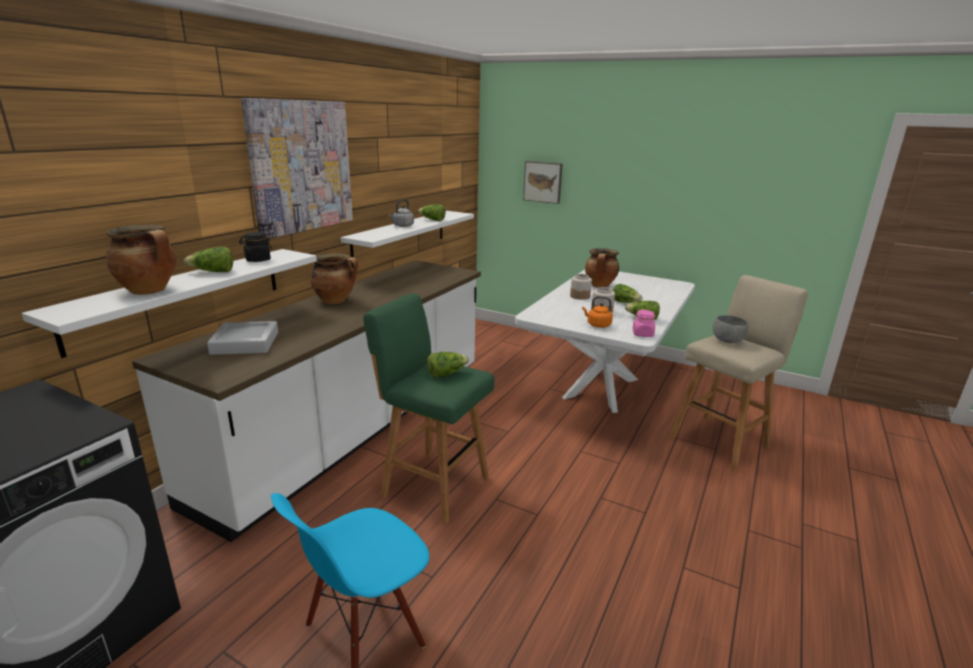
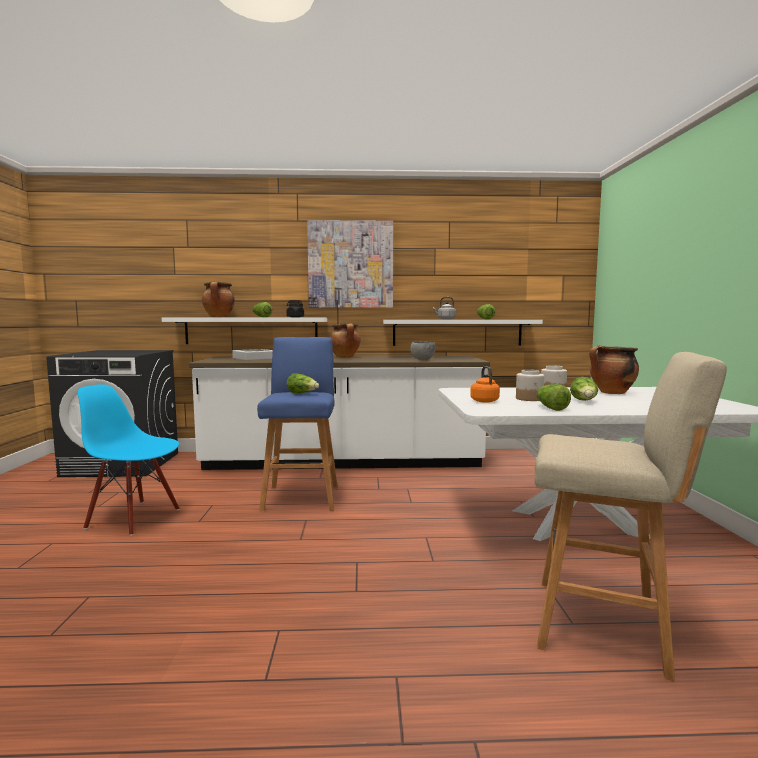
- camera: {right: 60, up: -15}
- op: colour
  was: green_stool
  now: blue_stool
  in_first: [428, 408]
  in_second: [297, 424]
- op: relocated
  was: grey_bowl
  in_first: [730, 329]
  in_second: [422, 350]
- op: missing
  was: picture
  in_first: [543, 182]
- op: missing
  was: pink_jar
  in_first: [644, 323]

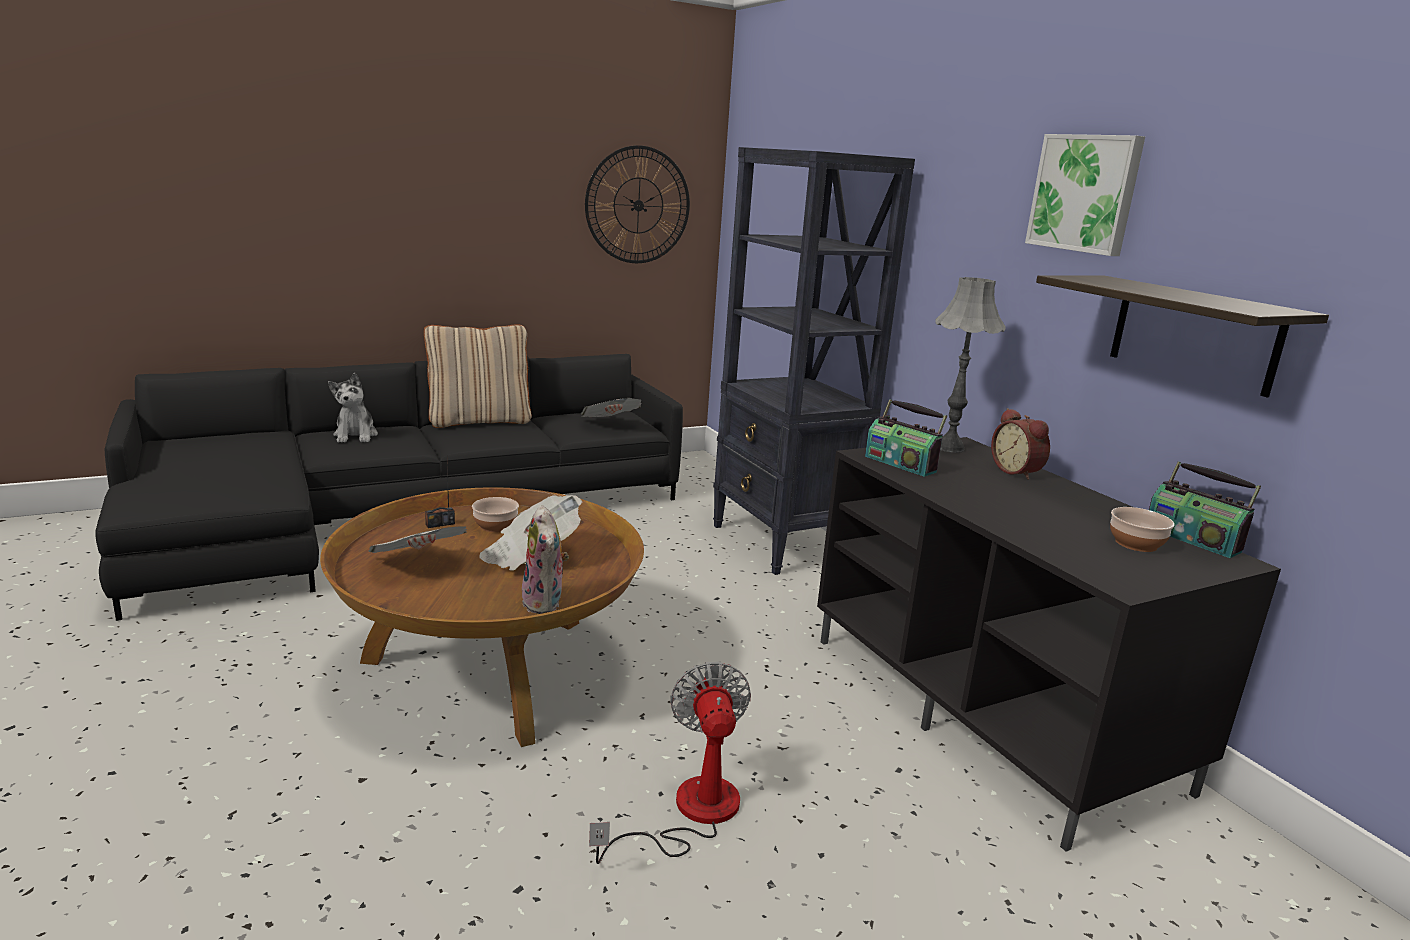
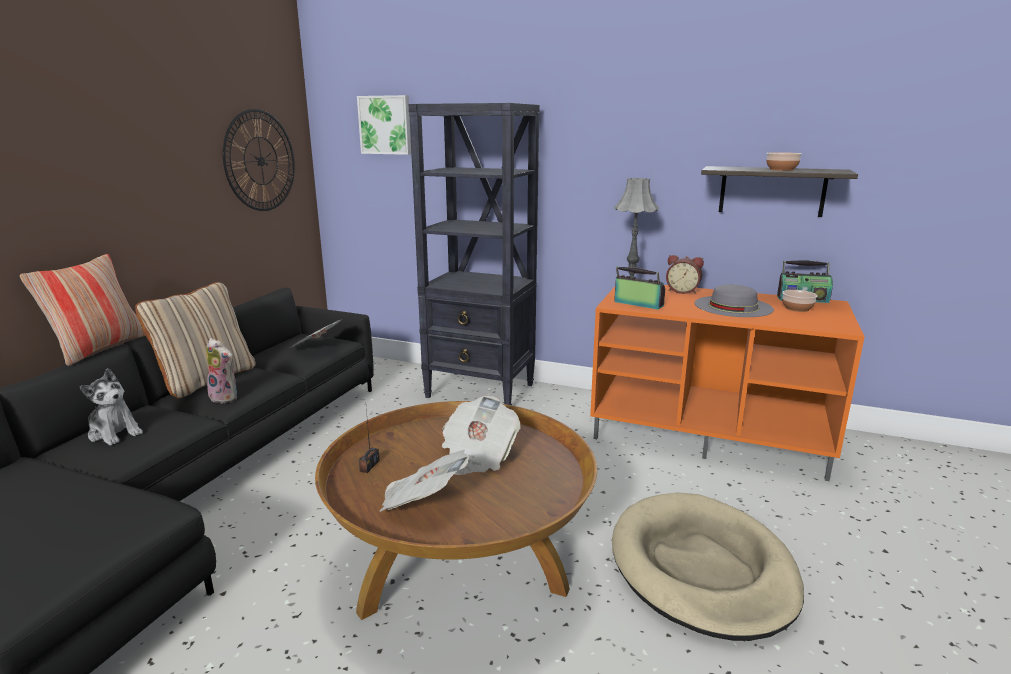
- camera: {right: -40, up: 0}
- op: appeared
  now: pillow
  in_second: [83, 310]
- op: relocated
  was: plush_toy
  in_first: [545, 559]
  in_second: [221, 371]
- op: relocated
  was: picture
  in_first: [1085, 195]
  in_second: [384, 125]
- op: colour
  was: black_tv_stand
  now: orange_tv_stand
  in_first: [1049, 644]
  in_second: [727, 383]
- op: exchanged
  was: fan
  now: beige_dog_bed
  in_first: [670, 763]
  in_second: [708, 566]
- op: spun
  was: radio
  in_first: [906, 438]
  in_second: [639, 288]
  clockwise: -150
- op: appeared
  now: grey_hat
  in_second: [734, 300]
- op: relocated
  was: bowl
  in_first: [495, 514]
  in_second: [784, 161]

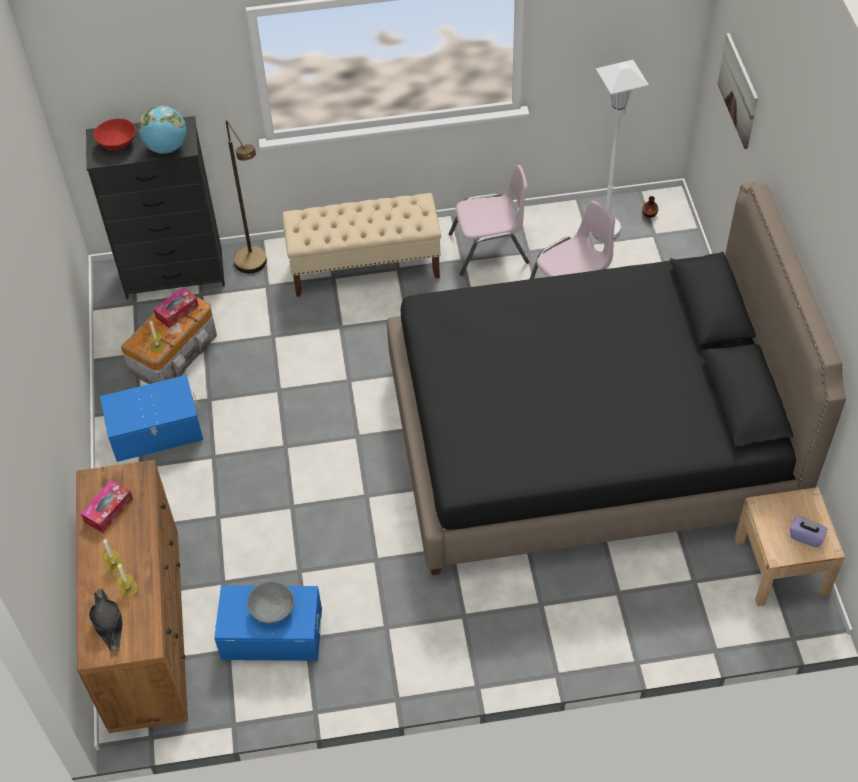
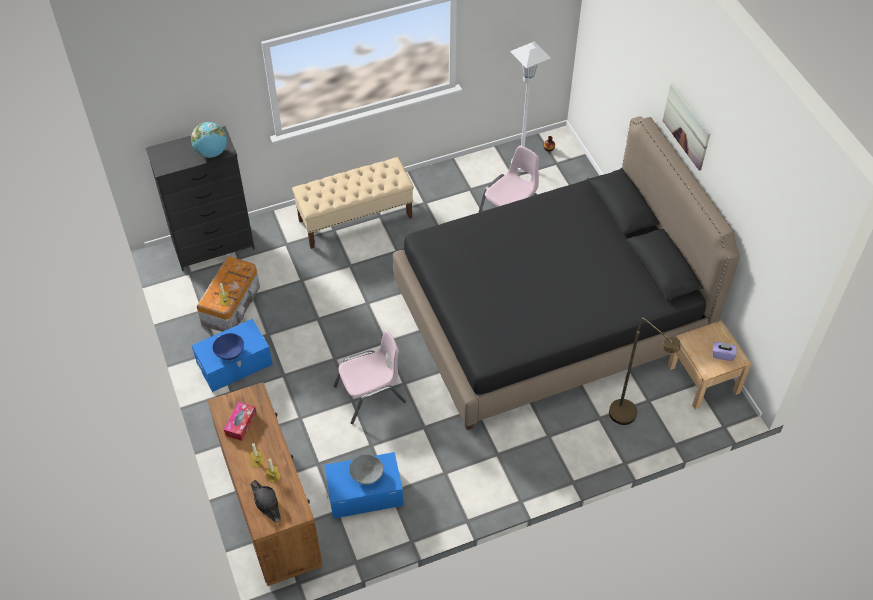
- camera: {right: -15, up: 0}
- op: appeared
  now: blue_bowl
  in_second: [228, 346]
- op: relocated
  was: pink_chair
  in_first: [489, 220]
  in_second: [370, 377]
- op: relocated
  was: brown_floor_lamp
  in_first: [246, 196]
  in_second: [644, 371]
- op: relocated
  was: picture
  in_first: [738, 91]
  in_second: [686, 127]
- op: missing
  was: red_bowl
  in_first: [115, 134]
- op: missing
  was: tissue_box
  in_first: [176, 307]

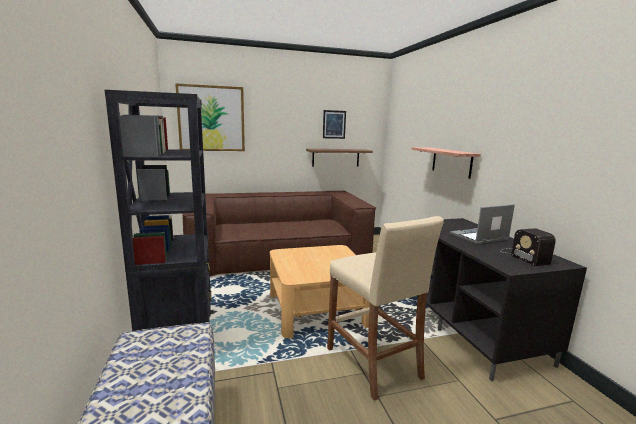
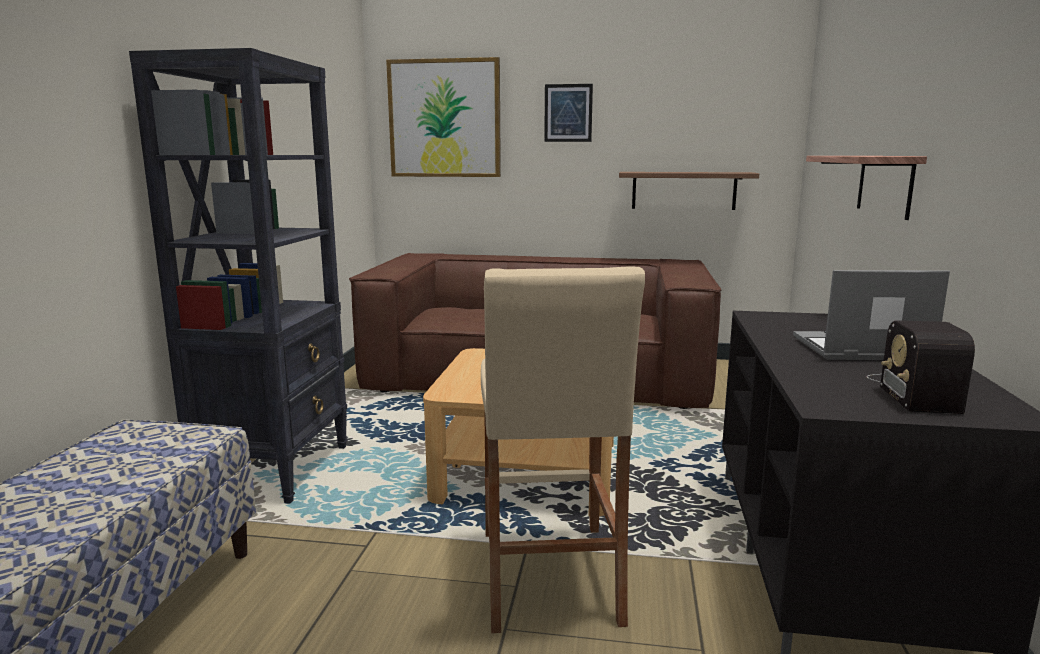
- camera: {right: 25, up: 0}
- op: relocated
  was: picture
  in_first: [334, 124]
  in_second: [568, 113]

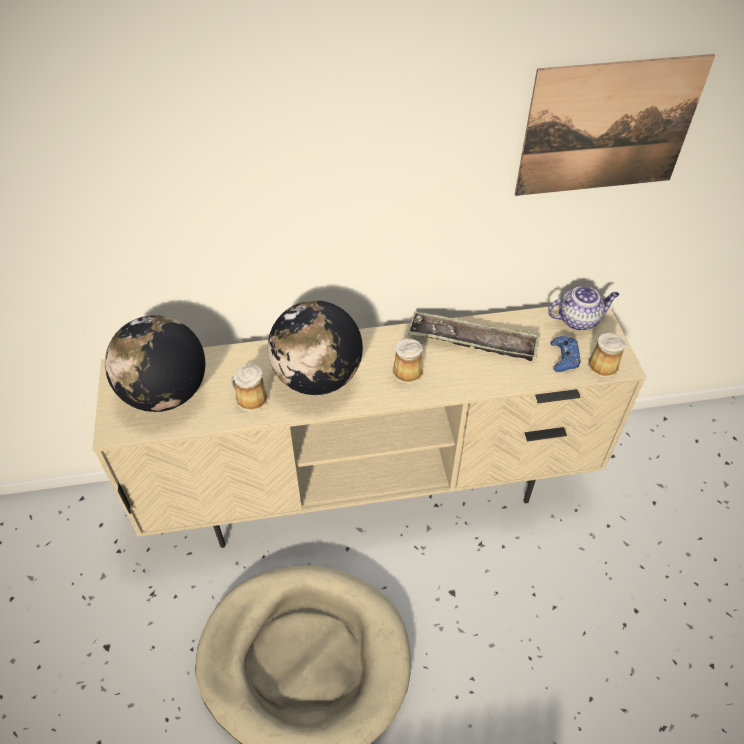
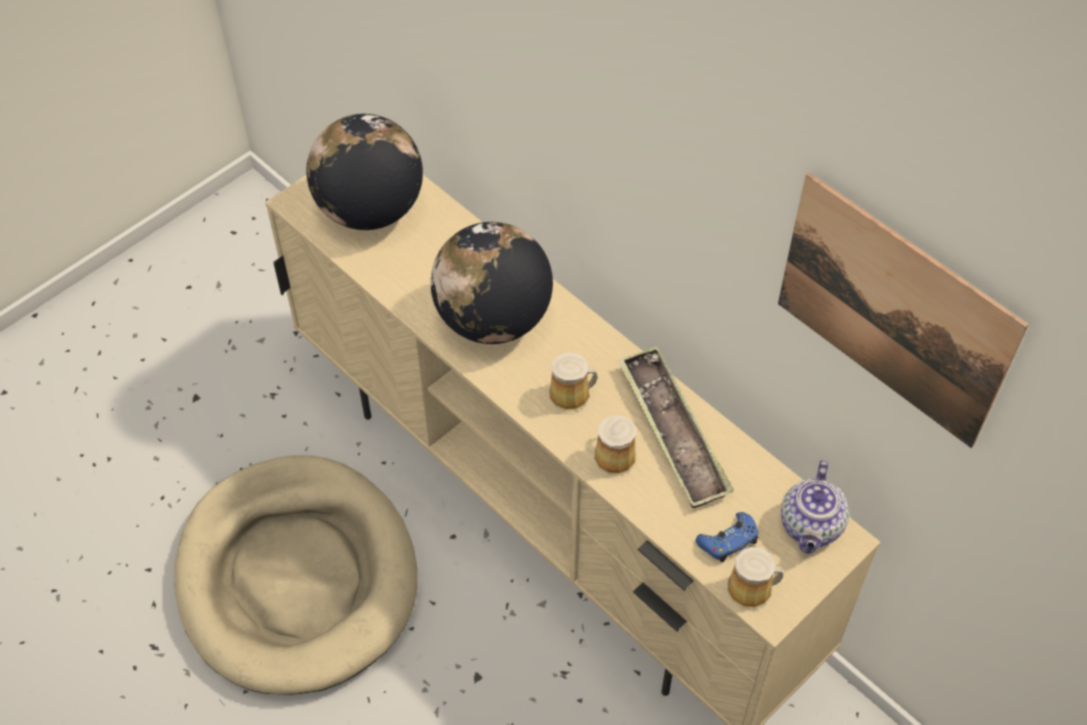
- camera: {right: 55, up: 5}
- op: relocated
  was: mug
  in_first: [250, 388]
  in_second: [615, 445]
- op: spun
  was: teapot
  in_first: [583, 308]
  in_second: [815, 507]
  clockwise: 60

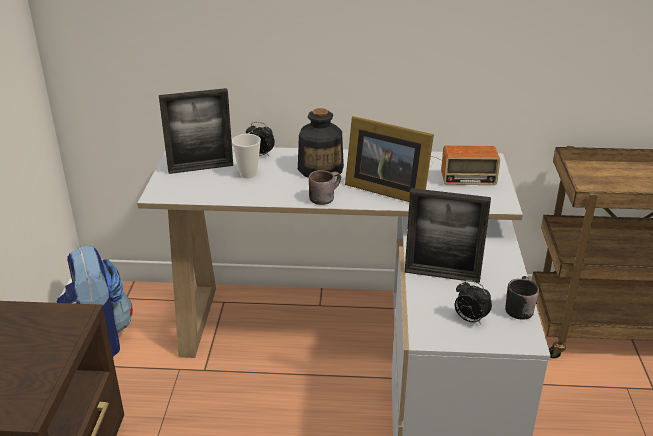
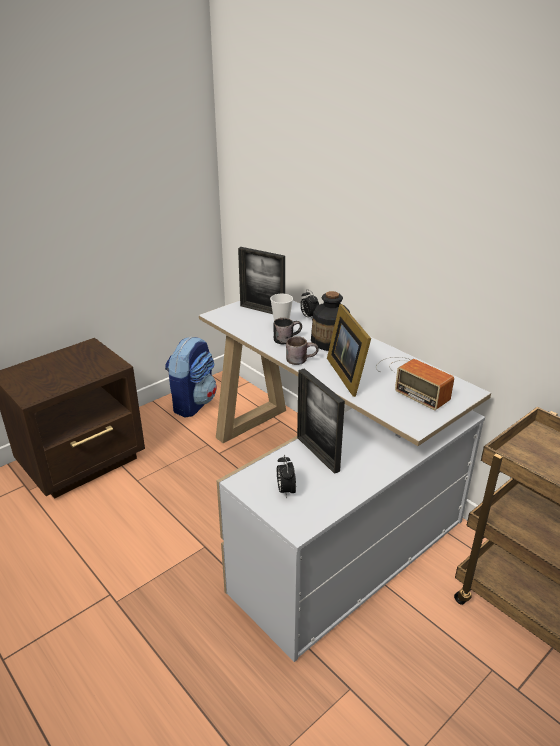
- camera: {right: 45, up: 0}
- op: relocated
  was: black_mug
  in_first: [522, 298]
  in_second: [287, 331]

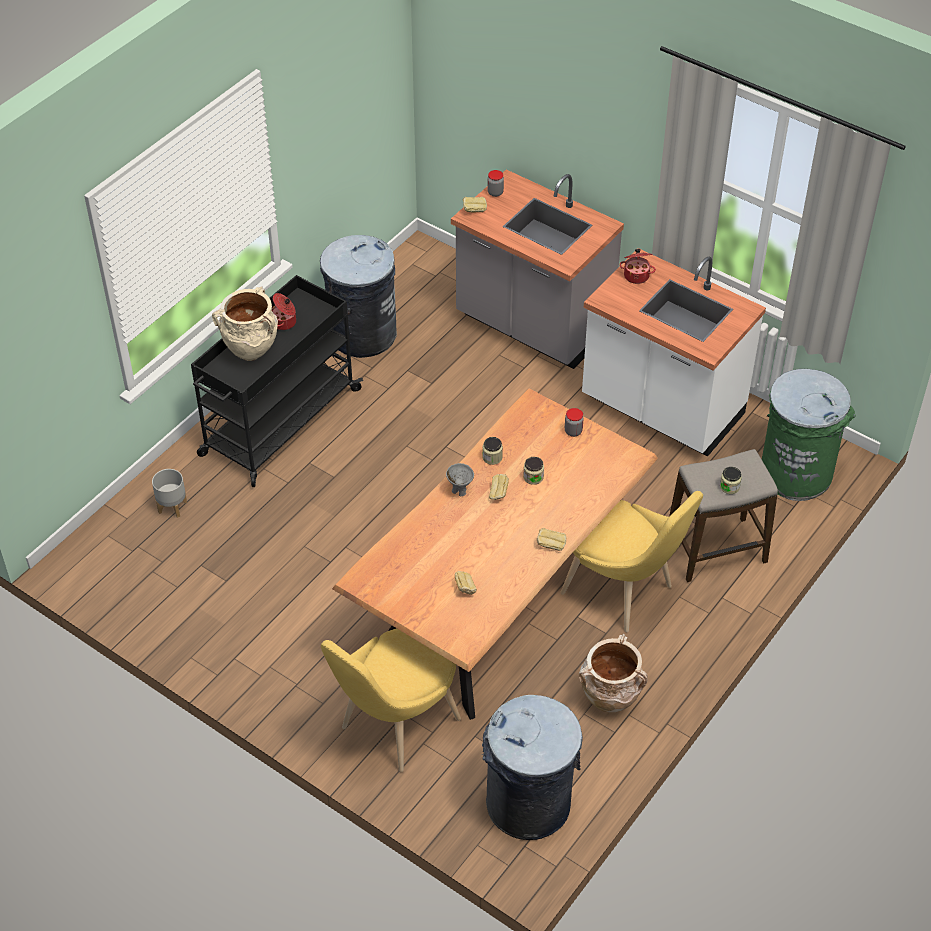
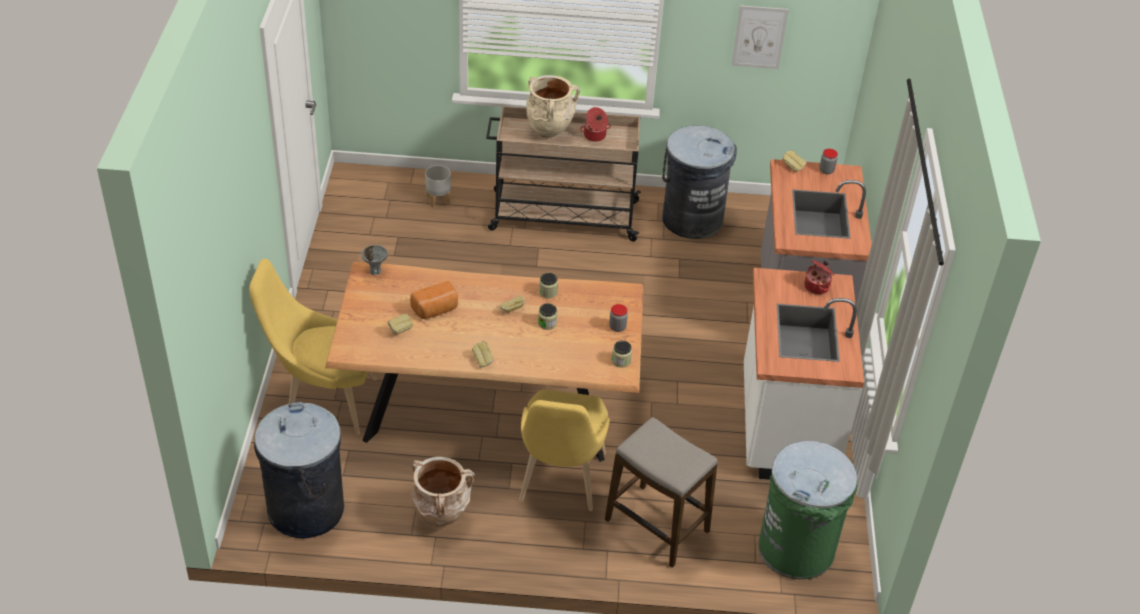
- camera: {right: 55, up: -5}
- op: relocated
  was: grey_bowl
  in_first: [460, 479]
  in_second: [374, 260]
- op: appeared
  now: bread
  in_second: [434, 300]
- op: colour
  was: black_cart
  now: beige_cart
  in_first: [277, 381]
  in_second: [563, 174]
- op: relocated
  was: jar
  in_first: [731, 480]
  in_second: [622, 354]
- op: appeared
  now: picture
  in_second: [760, 37]

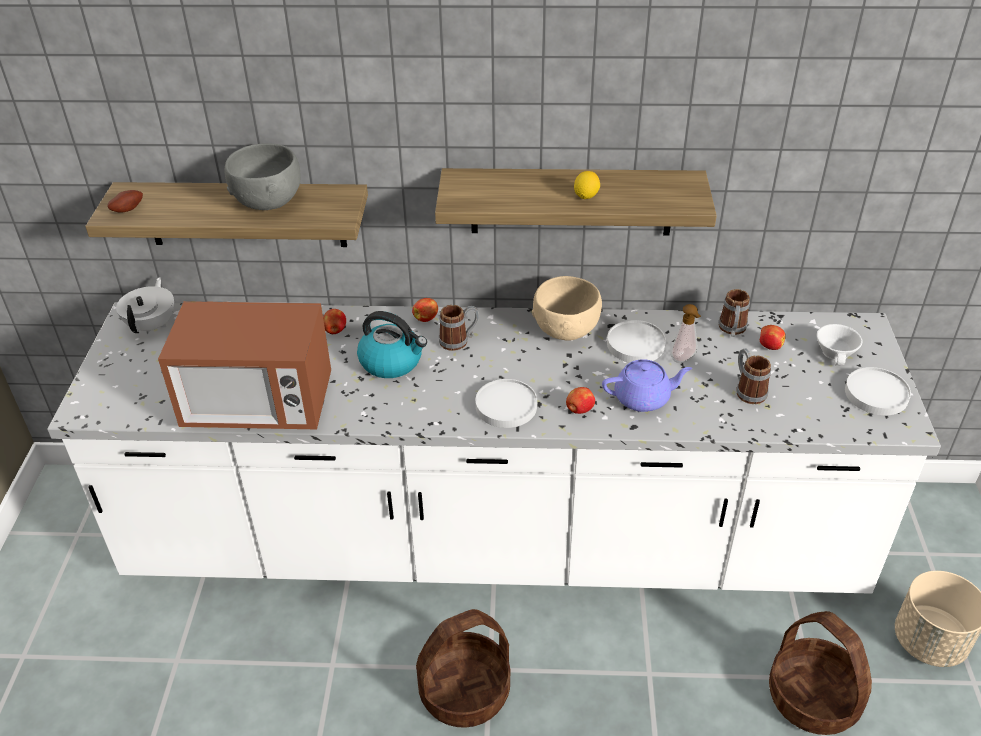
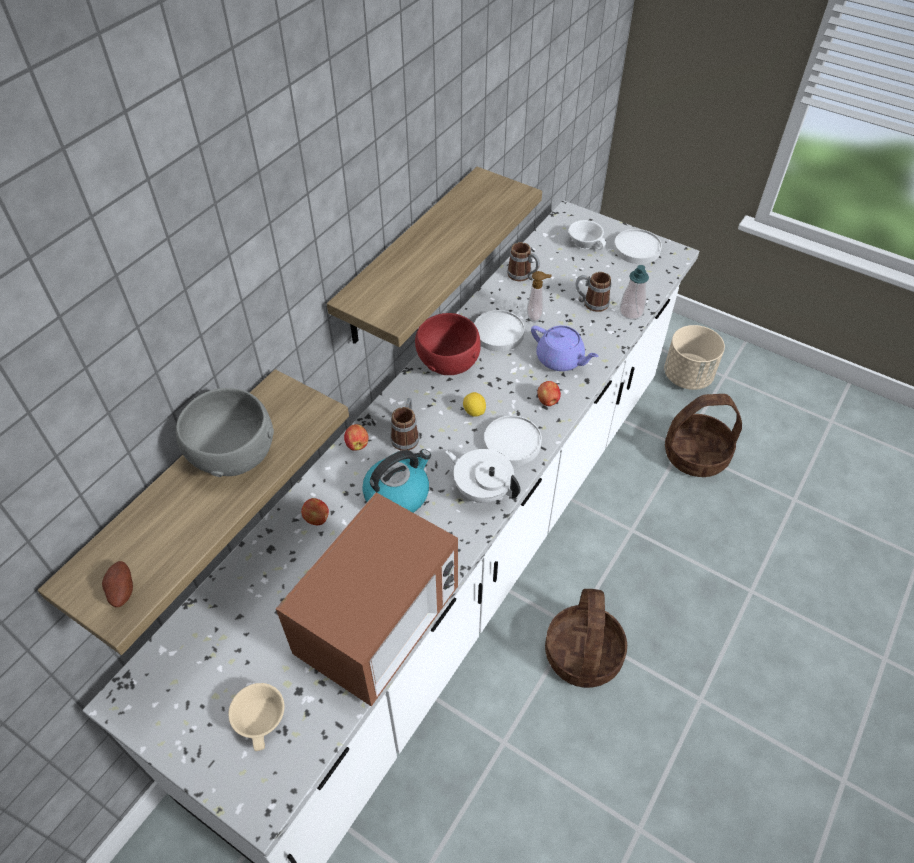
- camera: {right: -60, up: 10}
- op: appeared
  now: beige_cup
  in_second: [256, 717]
- op: colour
  was: beige_bowl
  now: red_bowl
  in_first: [567, 308]
  in_second: [448, 344]
- op: relocated
  was: white_teapot
  in_first: [145, 305]
  in_second: [482, 476]
- op: relocated
  was: lemon
  in_first: [587, 185]
  in_second: [474, 404]
- op: spun
  was: purple_teapot
  in_first: [647, 385]
  in_second: [565, 348]
  clockwise: 105
- op: appeared
  now: soap_dispenser
  in_second: [634, 292]
- op: missing
  was: apple
  in_first: [773, 337]

